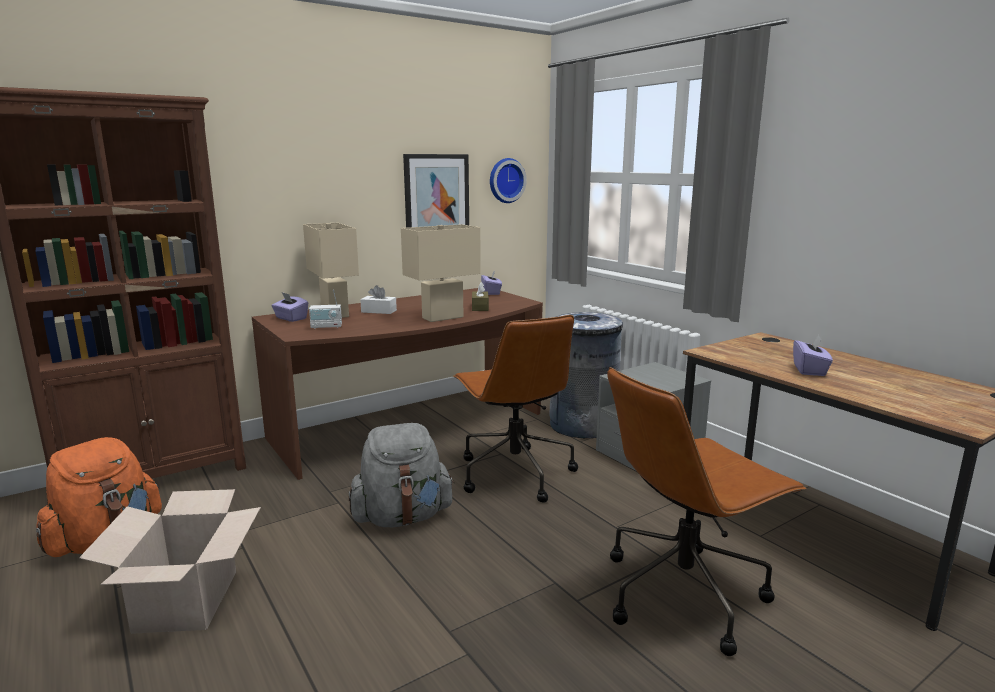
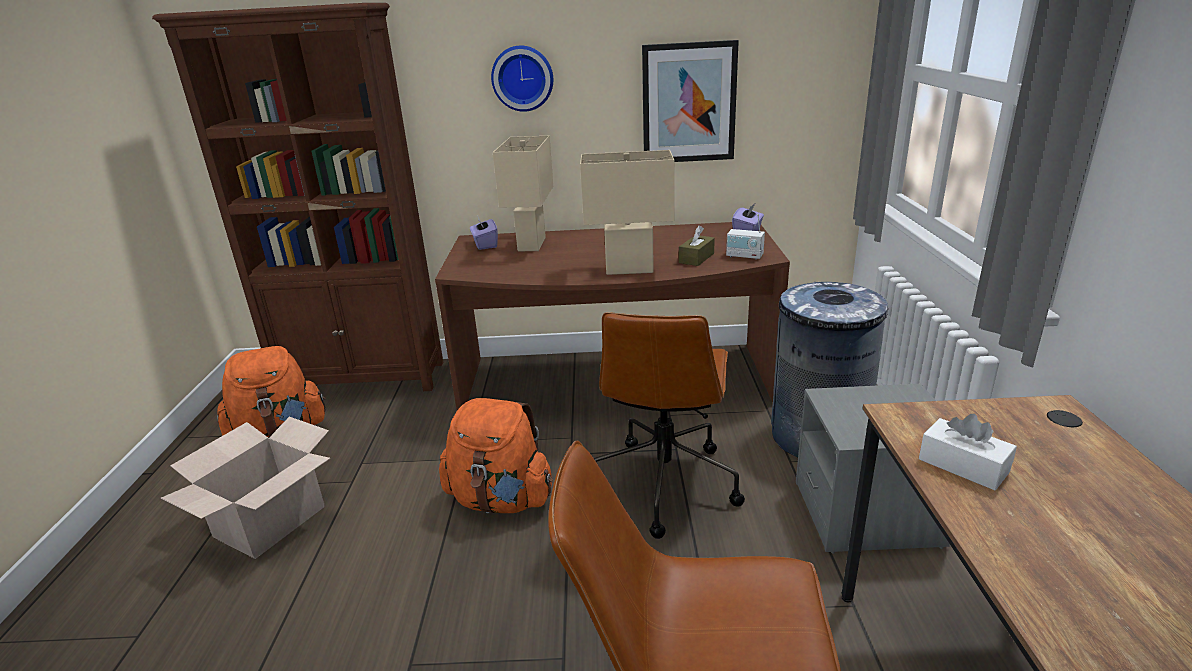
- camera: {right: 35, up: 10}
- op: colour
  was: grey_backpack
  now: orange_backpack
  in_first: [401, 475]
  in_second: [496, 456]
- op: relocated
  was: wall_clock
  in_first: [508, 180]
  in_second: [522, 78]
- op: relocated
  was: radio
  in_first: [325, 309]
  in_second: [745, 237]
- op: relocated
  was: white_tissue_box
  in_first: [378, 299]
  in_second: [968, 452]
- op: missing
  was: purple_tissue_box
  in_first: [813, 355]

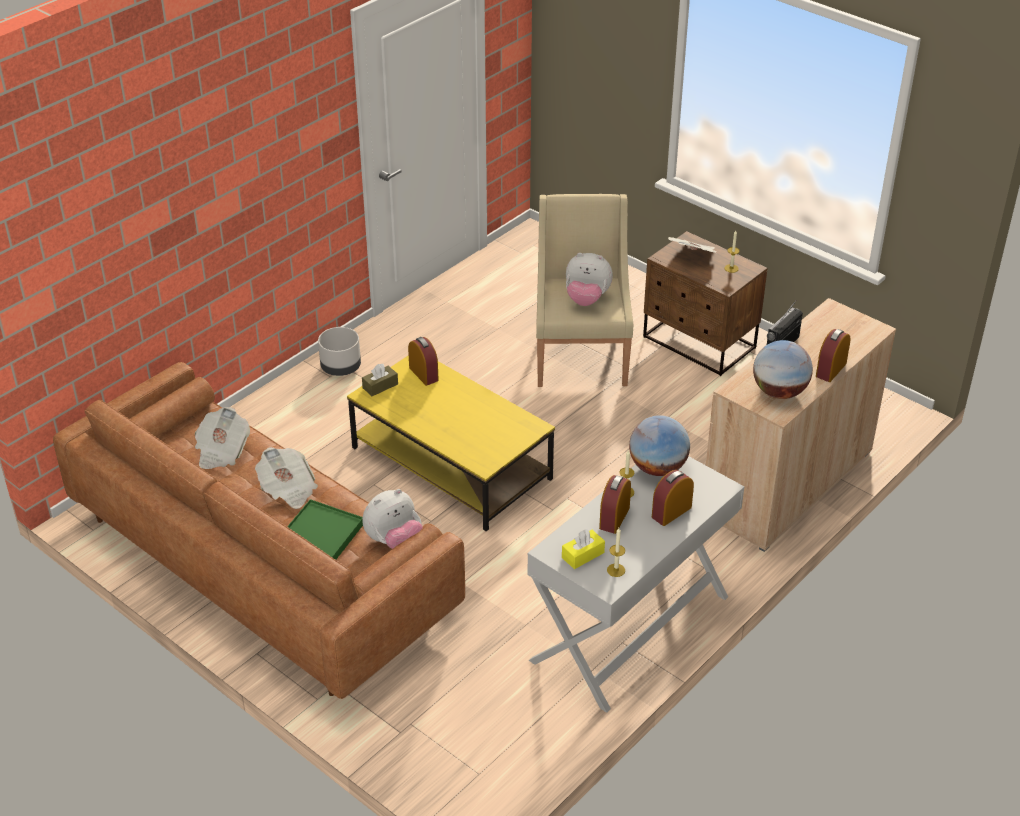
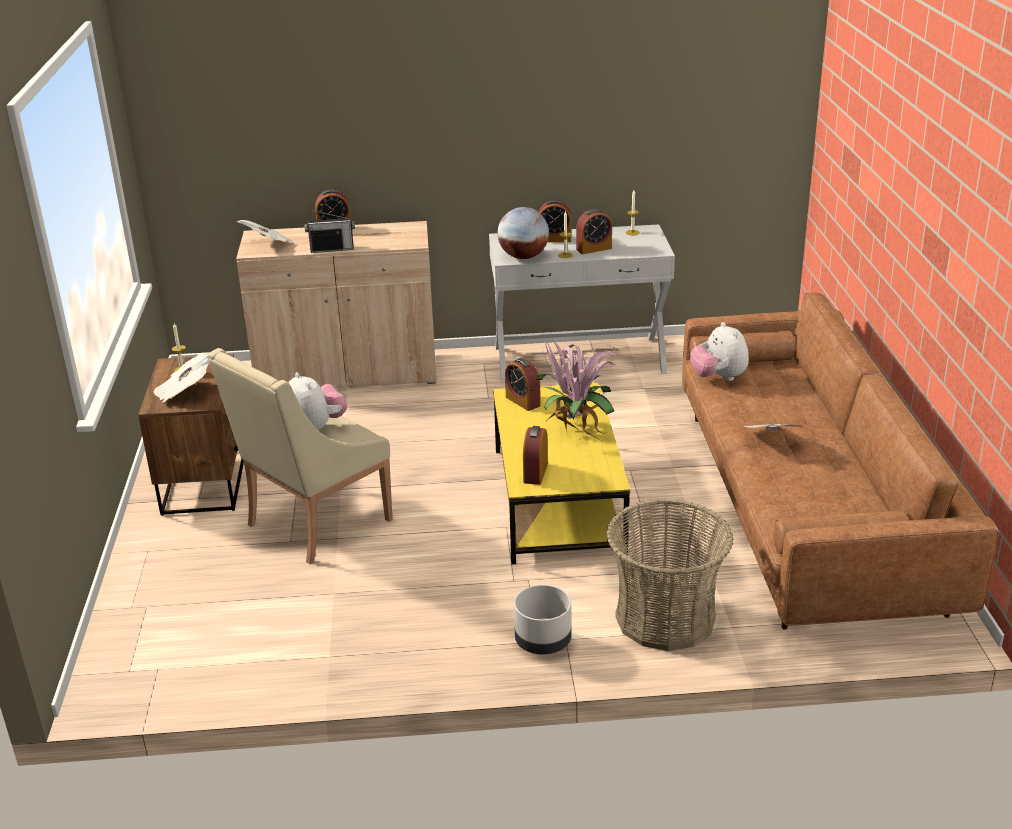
- camera: {right: -135, up: -10}
- op: relocated
  was: newspaper
  in_first: [222, 438]
  in_second: [266, 231]
- op: appeared
  now: alarm_clock
  in_second: [523, 384]
- op: appeared
  now: potted_plant
  in_second: [576, 390]
- op: appeared
  now: basket
  in_second: [669, 575]
- op: spun
  was: plush_toy
  in_first: [392, 519]
  in_second: [719, 351]
  clockwise: -120
- op: missing
  was: green_tray
  in_first: [325, 529]
- op: missing
  was: brown_tissue_box
  in_first: [380, 380]
- op: missing
  was: yellow_tissue_box
  in_first: [583, 549]
- op: missing
  was: globe
  in_first: [783, 369]

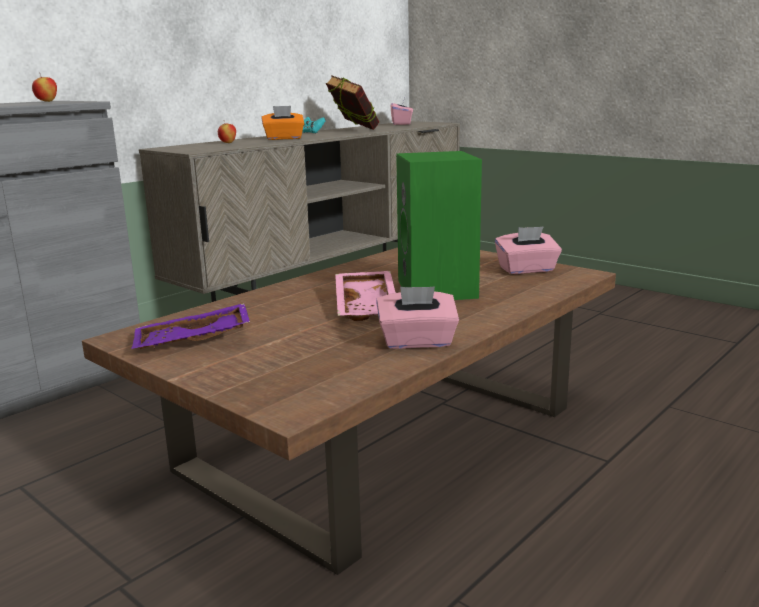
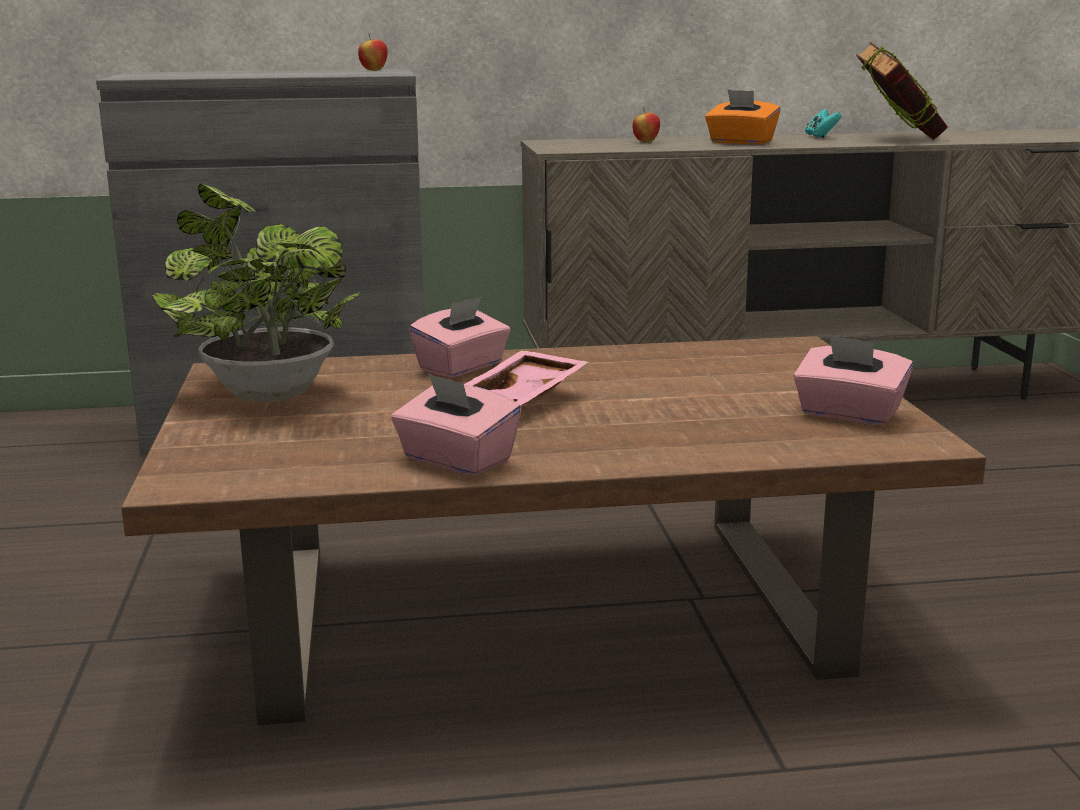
- camera: {right: 40, up: 0}
- op: exchanged
  was: purple_tray
  now: potted_plant
  in_first: [190, 326]
  in_second: [256, 292]
- op: relocated
  was: pink_tissue_box
  in_first: [402, 111]
  in_second: [460, 337]
- op: missing
  was: green_speaker
  in_first: [439, 225]

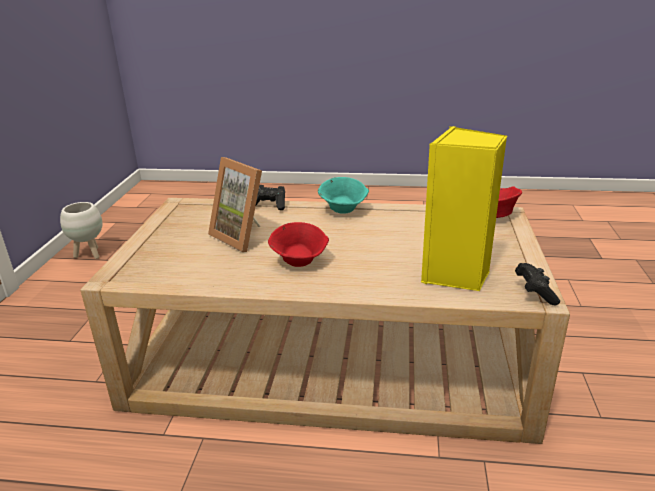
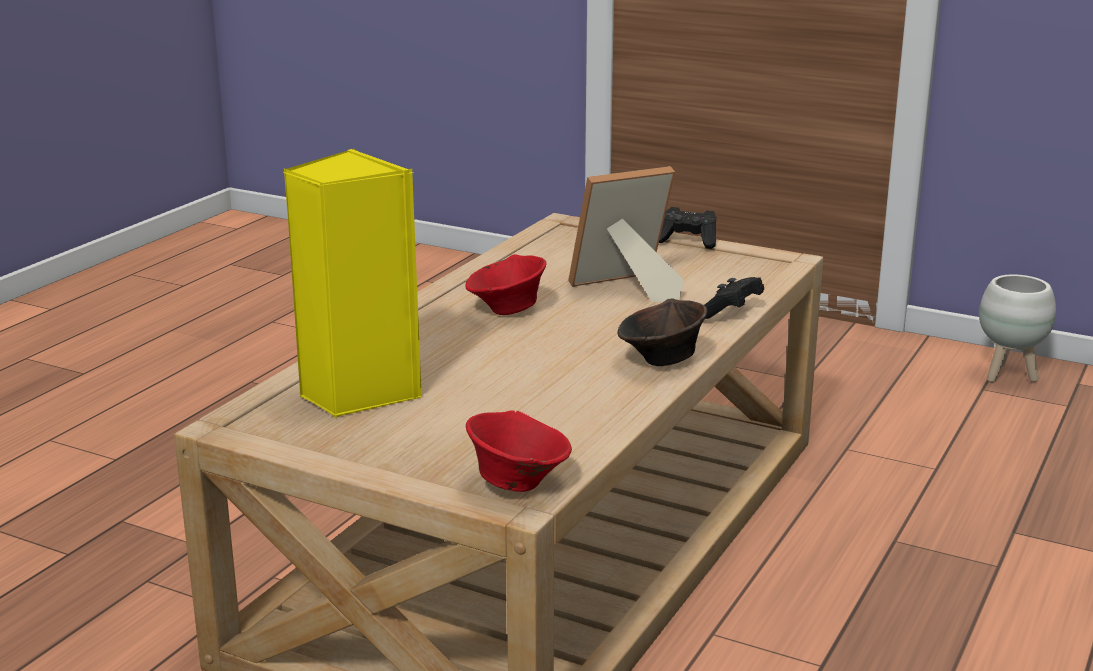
- camera: {right: 110, up: -5}
- op: colour
  was: turquoise_bowl
  now: brown_bowl
  in_first: [343, 195]
  in_second: [663, 332]
- op: relocated
  was: black_game_controller
  in_first: [537, 284]
  in_second: [688, 228]

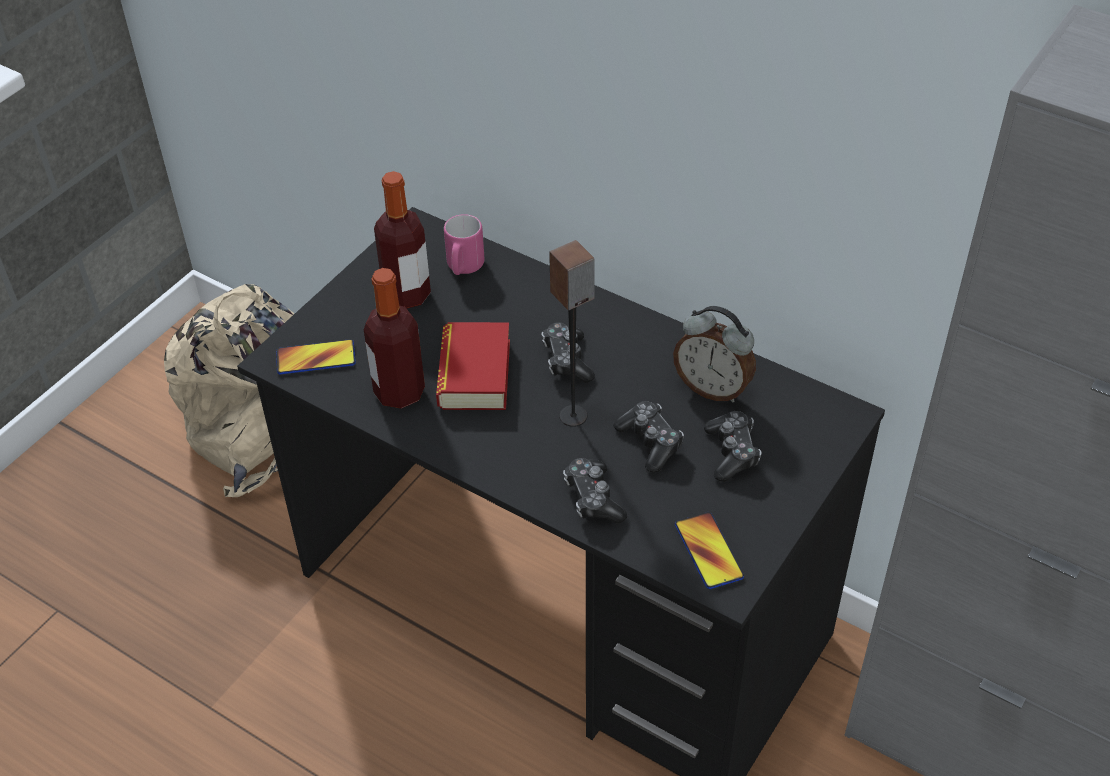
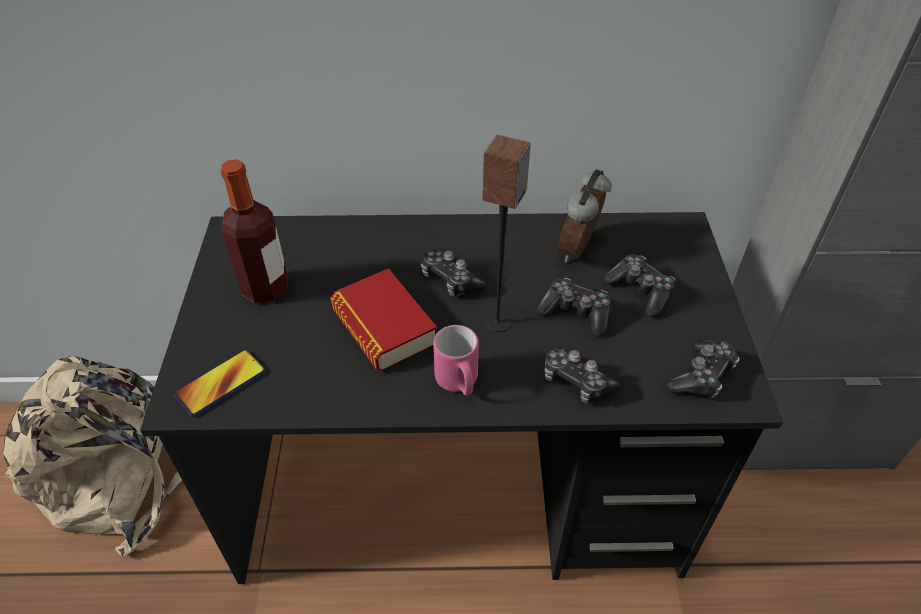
- camera: {right: -35, up: 0}
- op: relocated
  was: pink_mug
  in_first: [464, 244]
  in_second: [456, 360]
- op: spun
  was: alarm_clock
  in_first: [714, 354]
  in_second: [584, 216]
  clockwise: 120
- op: exchanged
  was: phone
  now: game_controller
  in_first: [709, 550]
  in_second: [703, 369]
- op: missing
  was: bottle
  in_first: [394, 338]

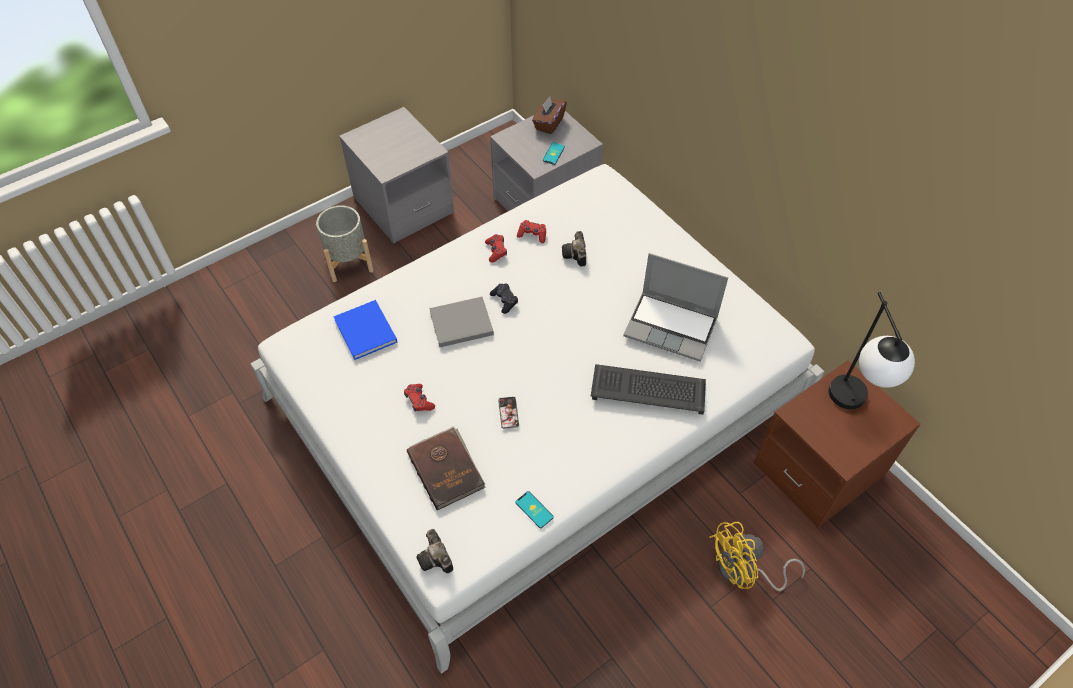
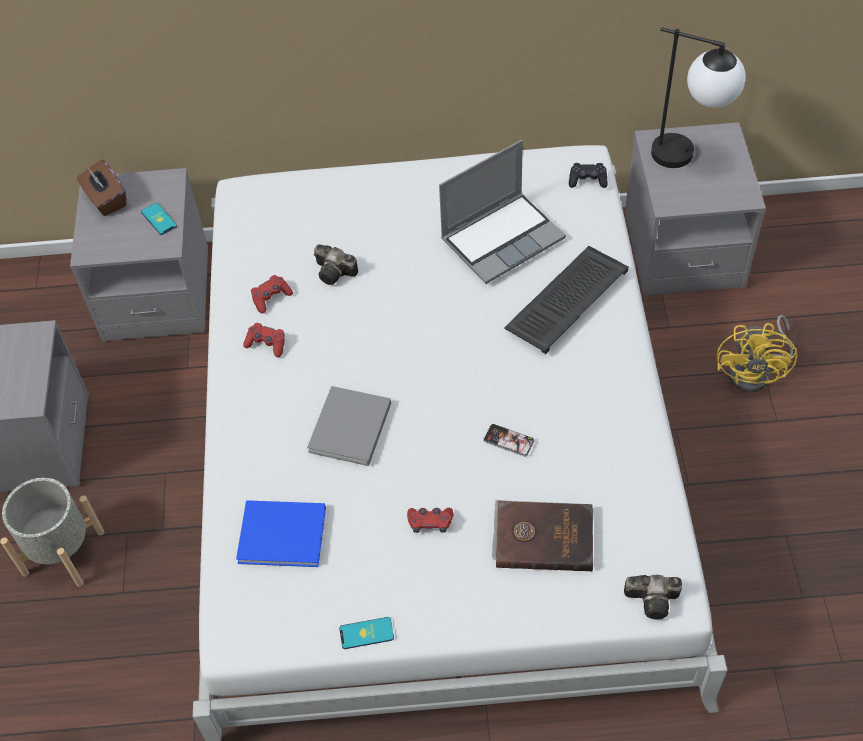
- camera: {right: -55, up: 0}
- op: relocated
  was: phone
  in_first: [534, 509]
  in_second: [366, 633]
- op: relocated
  was: black_game_controller
  in_first: [504, 298]
  in_second: [588, 175]
- op: colour
  was: brown_nightstand
  now: grey_nightstand
  in_first: [837, 444]
  in_second: [695, 209]

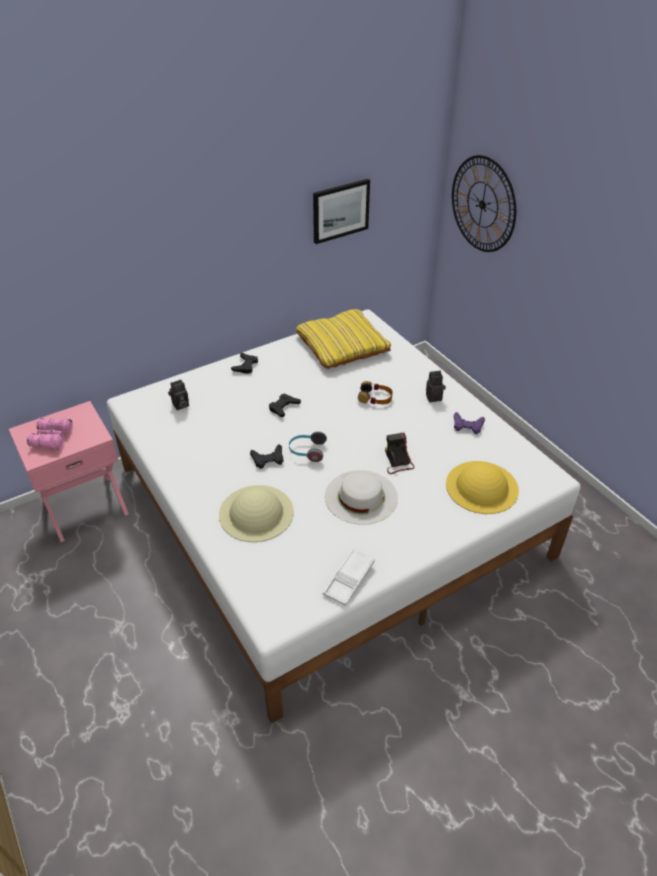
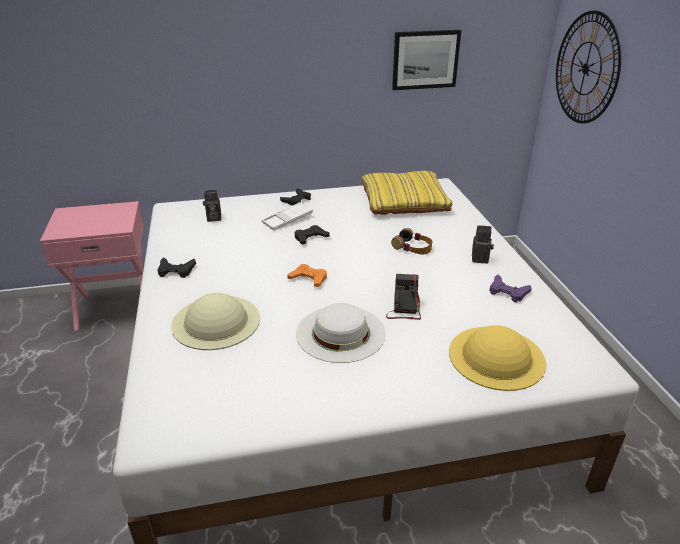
- camera: {right: 20, up: -10}
- op: relocated
  was: black_game_controller
  in_first: [267, 456]
  in_second: [176, 268]
- op: relocated
  was: white_tray
  in_first: [349, 577]
  in_second: [287, 216]
- op: exchanged
  was: headphones
  now: orange_game_controller
  in_first: [308, 446]
  in_second: [307, 275]
- op: missing
  was: pink_binoculars
  in_first: [50, 433]

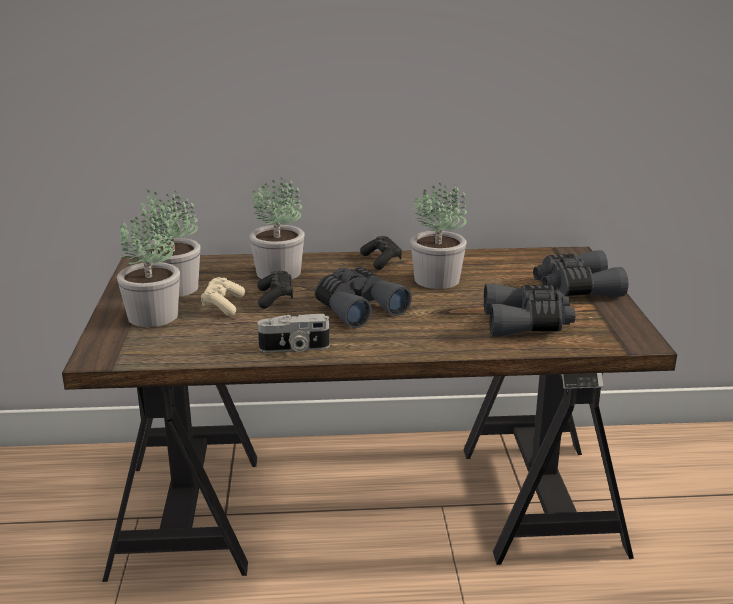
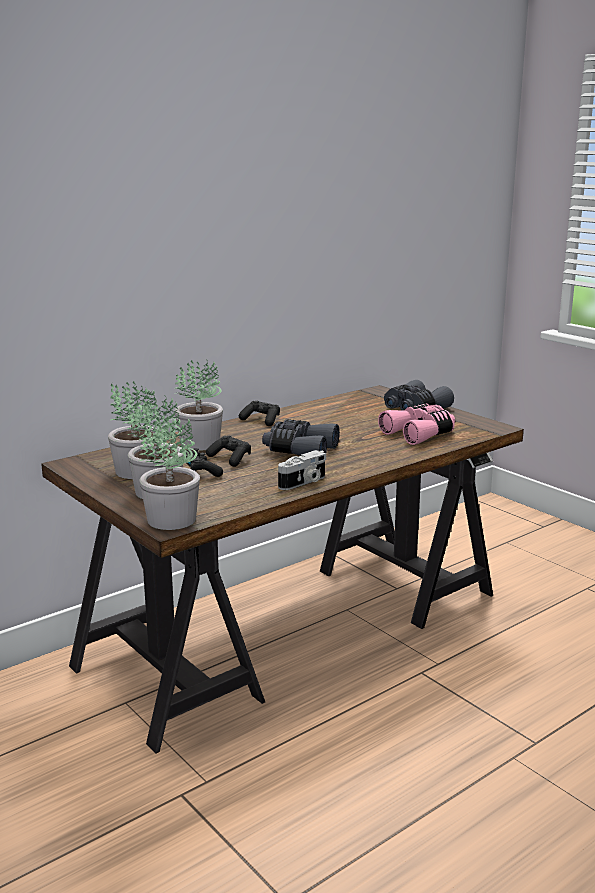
- camera: {right: -35, up: -5}
- op: relocated
  was: potted_plant
  in_first: [438, 236]
  in_second: [169, 473]
- op: colour
  was: beige_game_controller
  now: black_game_controller
  in_first: [223, 296]
  in_second: [204, 462]
- op: colour
  was: grey_binoculars
  now: pink_binoculars
  in_first: [529, 310]
  in_second: [416, 424]

